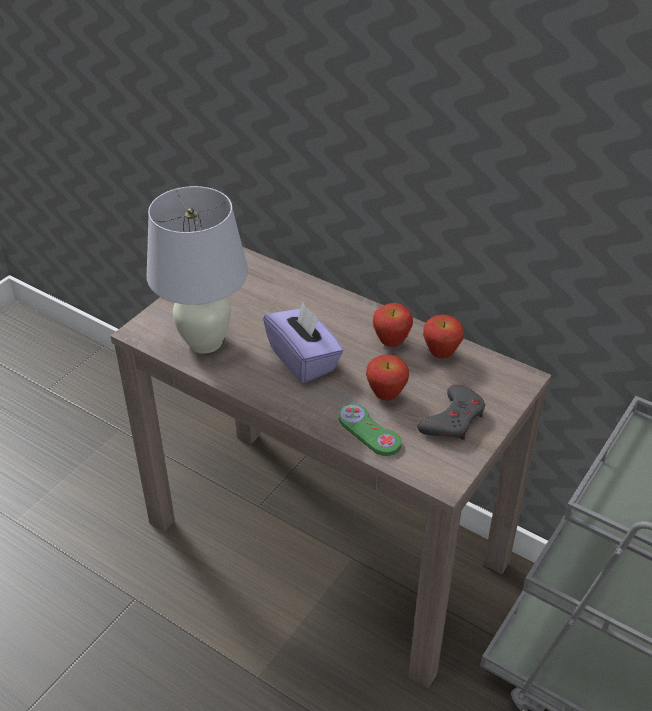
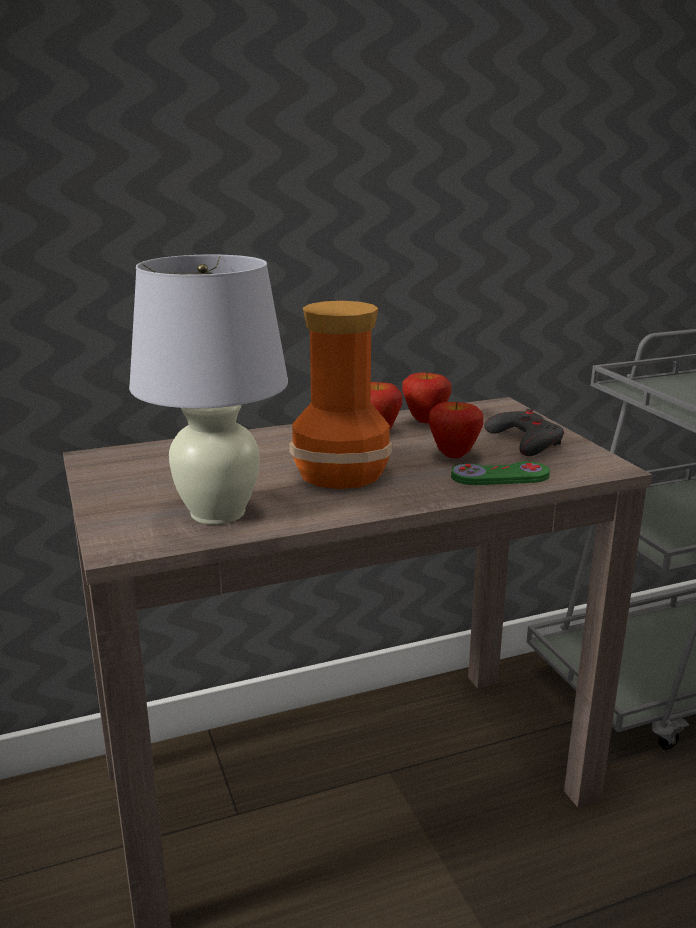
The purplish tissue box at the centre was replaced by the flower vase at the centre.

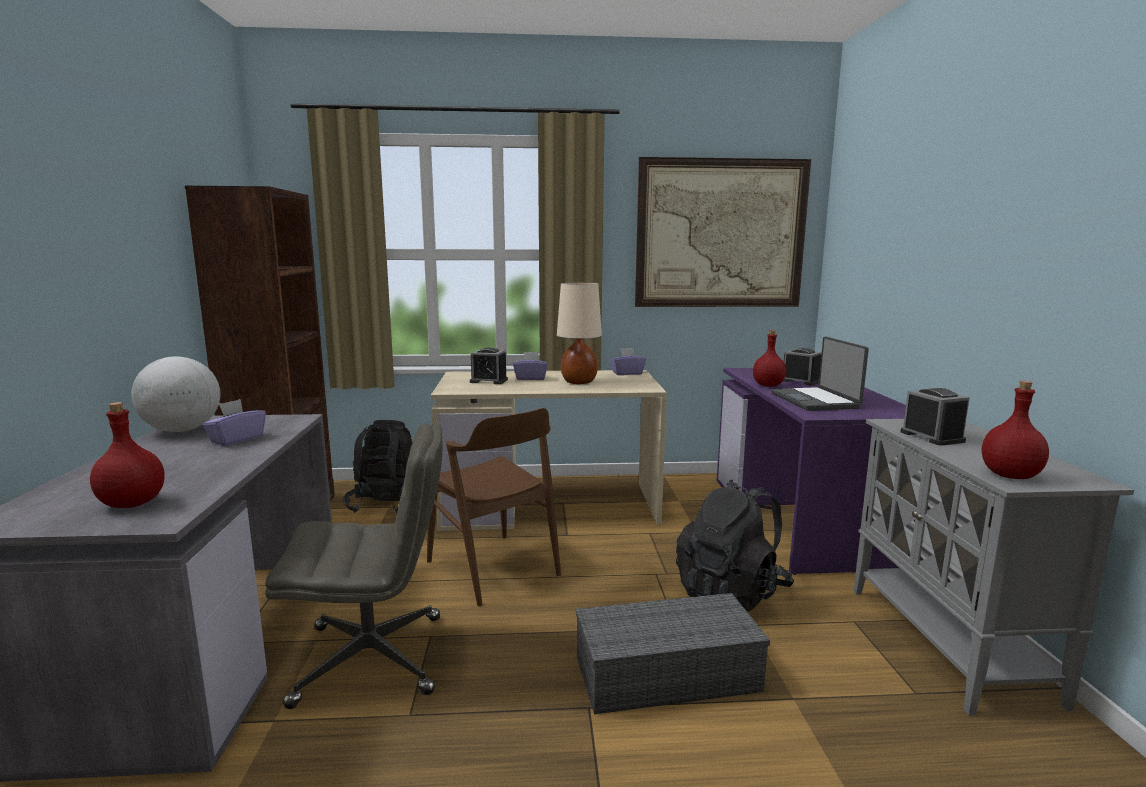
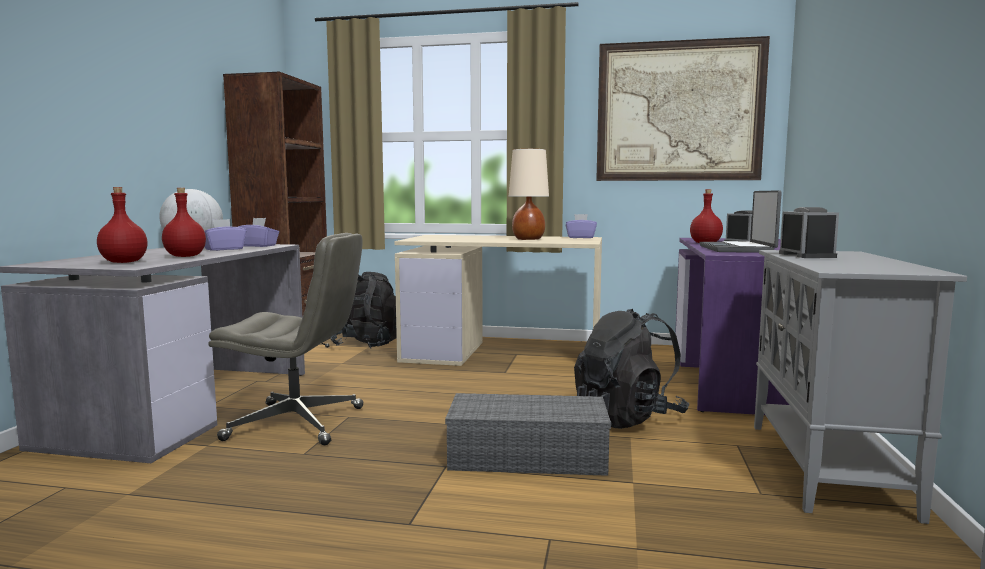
The table clock (no. 1 from left) at the centre disappeared.
The purplish tissue box (no. 2 from left) moved from the centre to the middle left.
The red-coloured drink bottle (no. 3 from left in the first image) moved from the middle right to the middle left.
The brown upright chair at the centre disappeared.

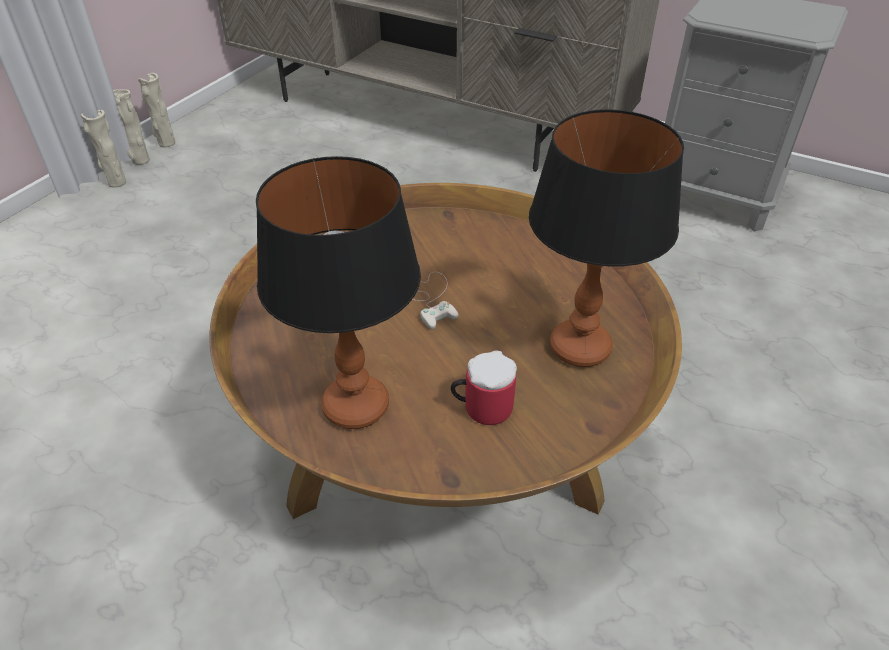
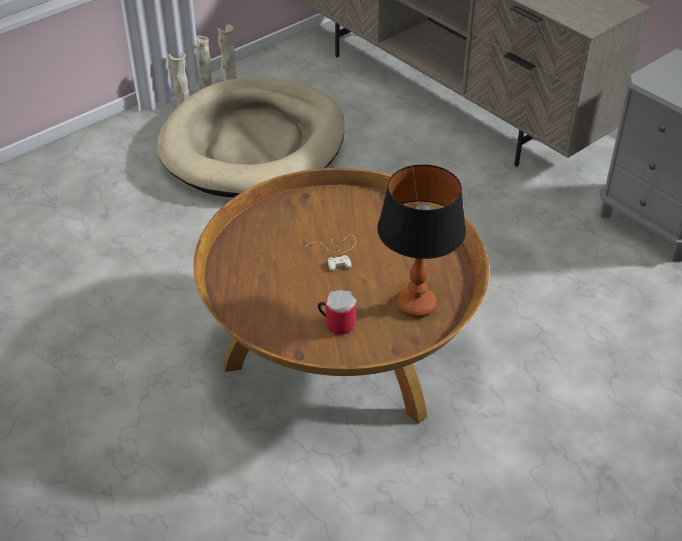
The lamp for a table (no. 1 from left) at the centre disappeared.
The sand-coloured dog bed at the top centre appeared.

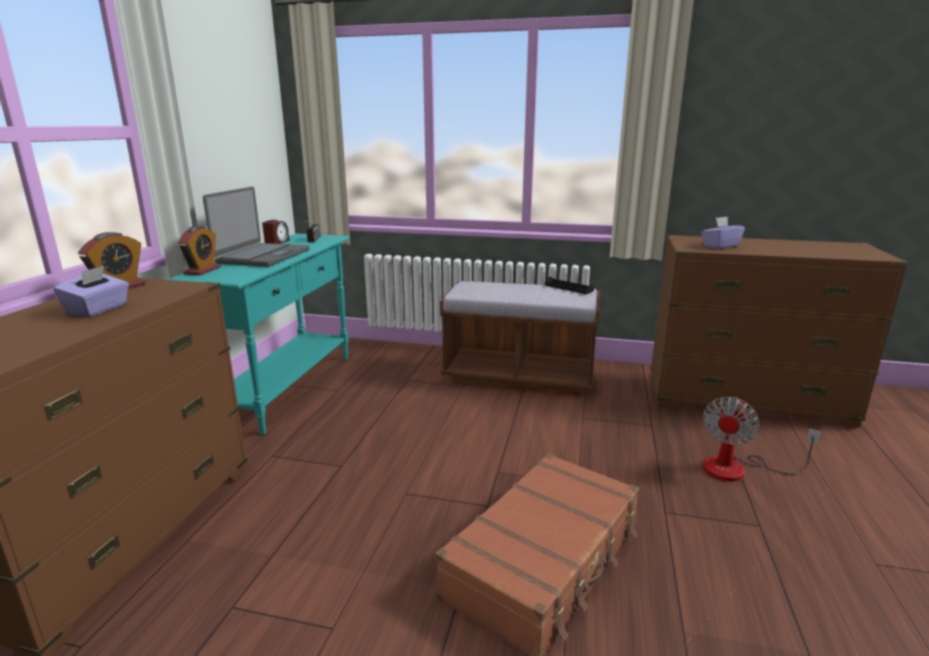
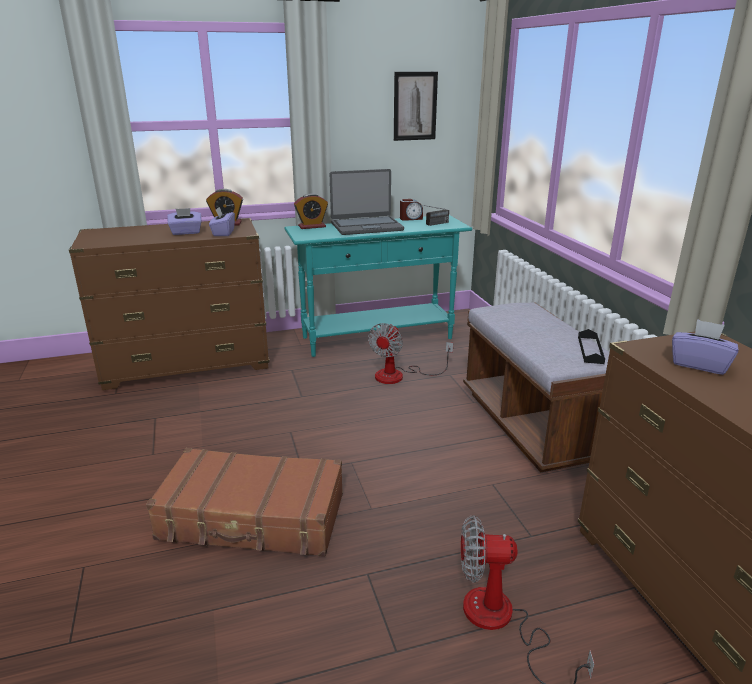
The wall art at the top centre appeared.
The purplish tissue box (no. 2 from left) at the top left appeared.
The electric fan (no. 1 from left) at the centre appeared.

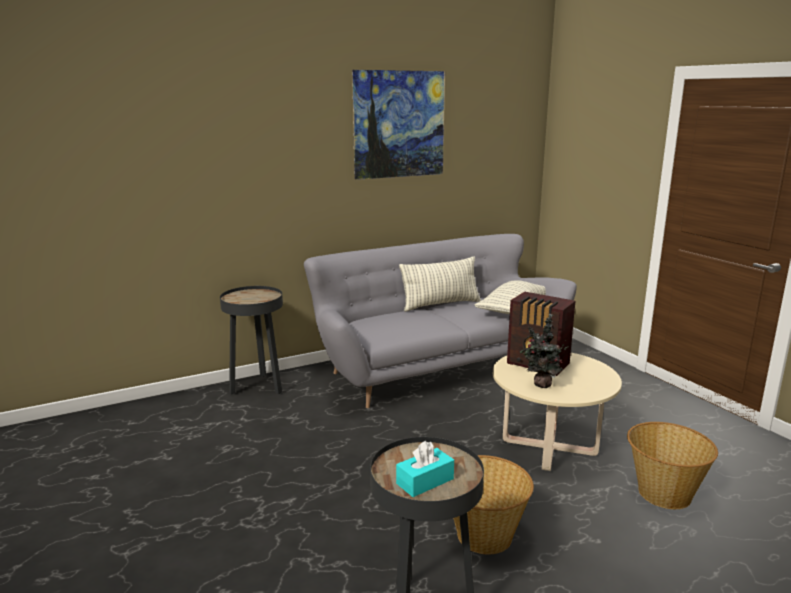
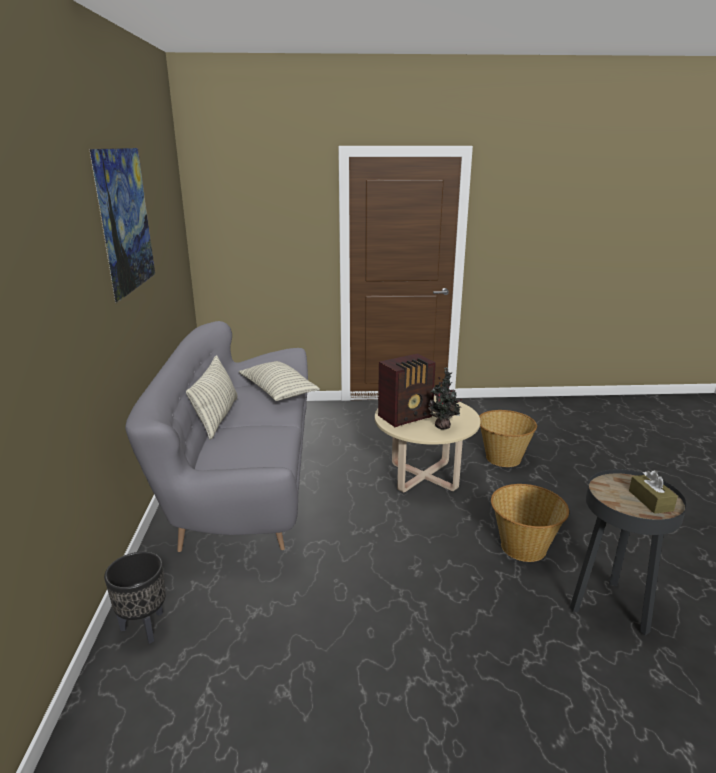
The black-coloured accent table (no. 1 from left) at the middle left was replaced by the black-coloured plant pot at the bottom left.
The turquoise tissue box at the bottom centre became the brown tissue box at the middle right.

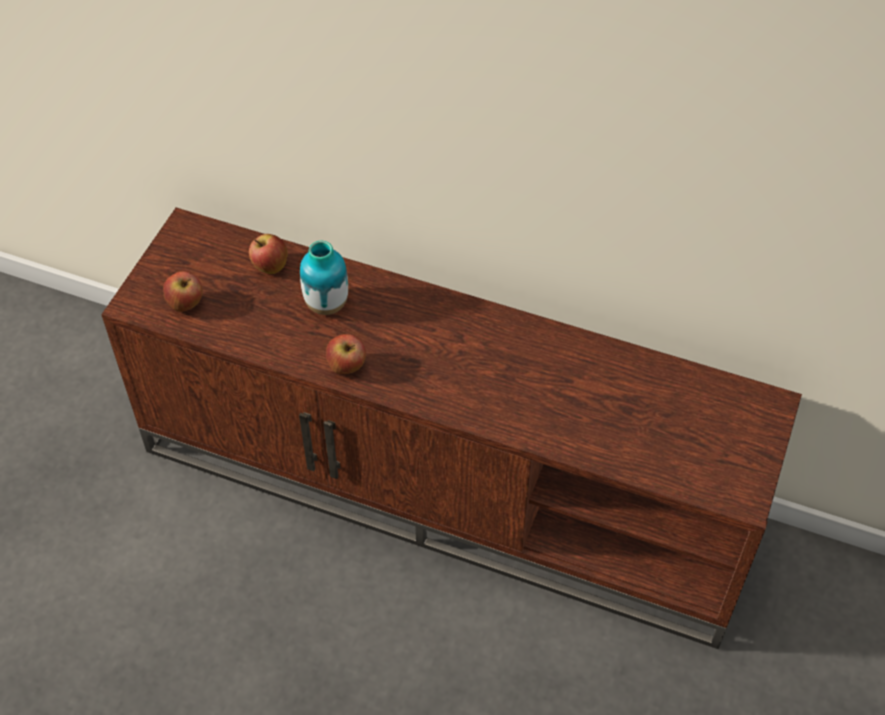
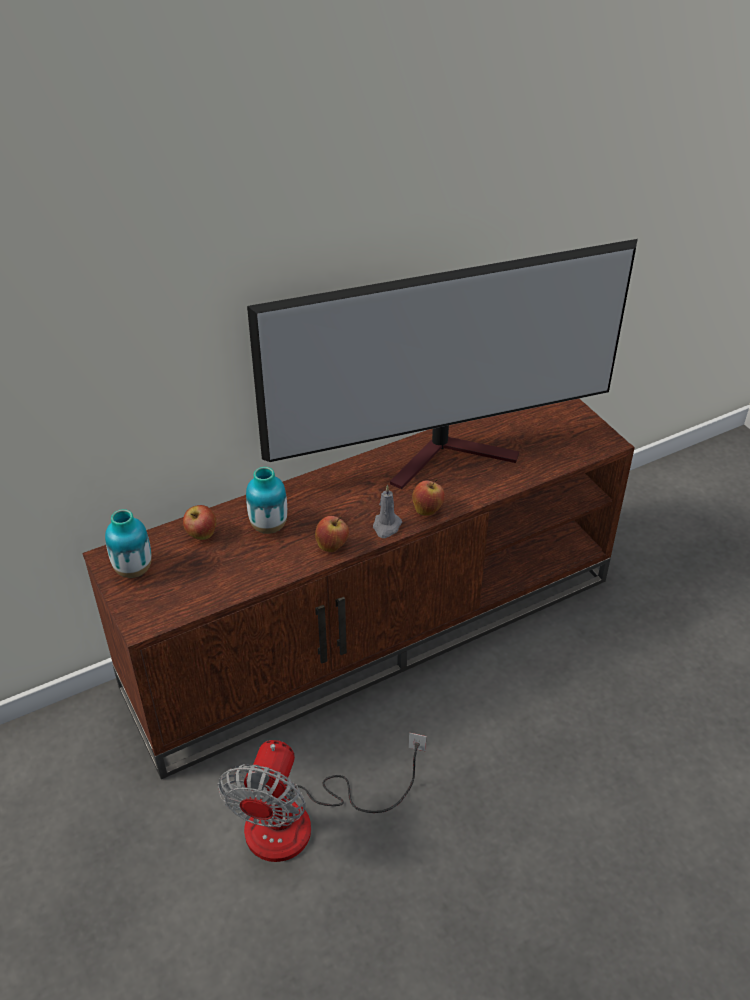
The whole apple (no. 1 from left in the first image) moved from the middle left to the centre.
The TV at the centre appeared.
The greyish candle at the centre appeared.
The flower vase (no. 1 from left) at the middle left appeared.
The electric fan at the bottom centre appeared.

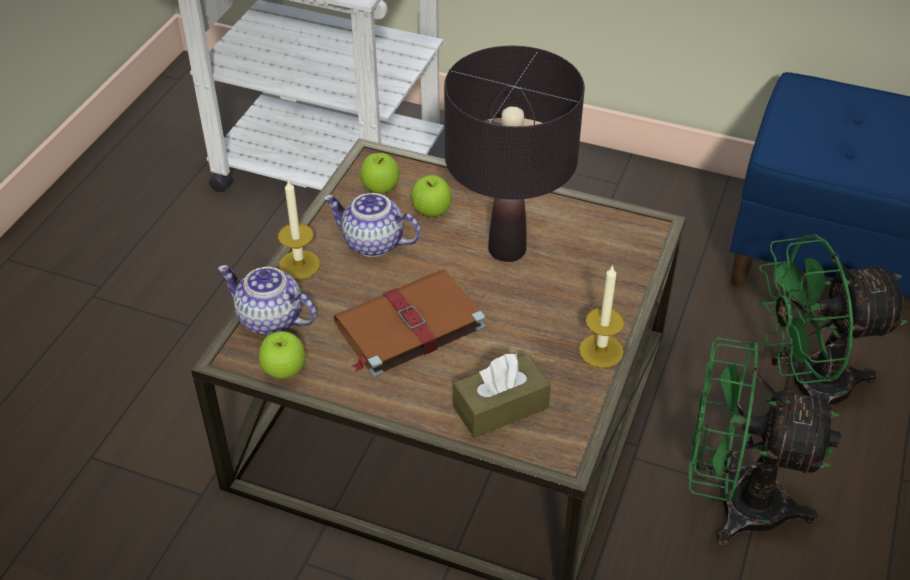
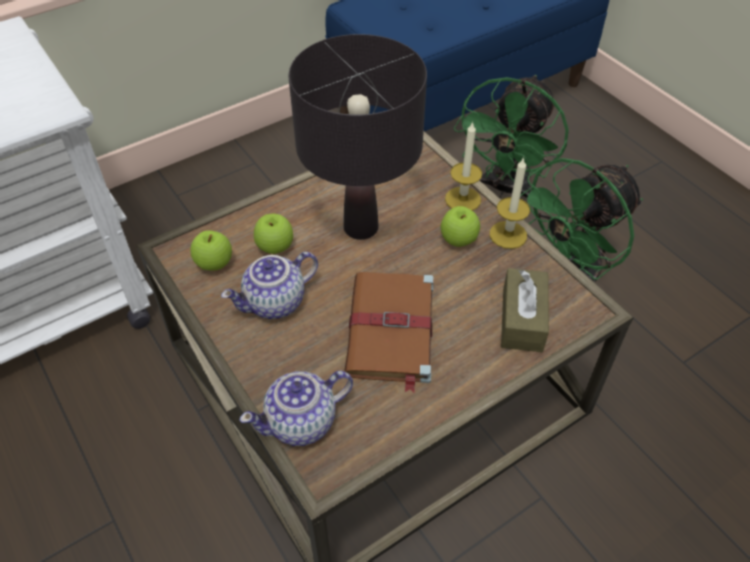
The candle (no. 1 from left) moved from the middle left to the top centre.
The whole apple (no. 1 from left in the first image) moved from the middle left to the centre.

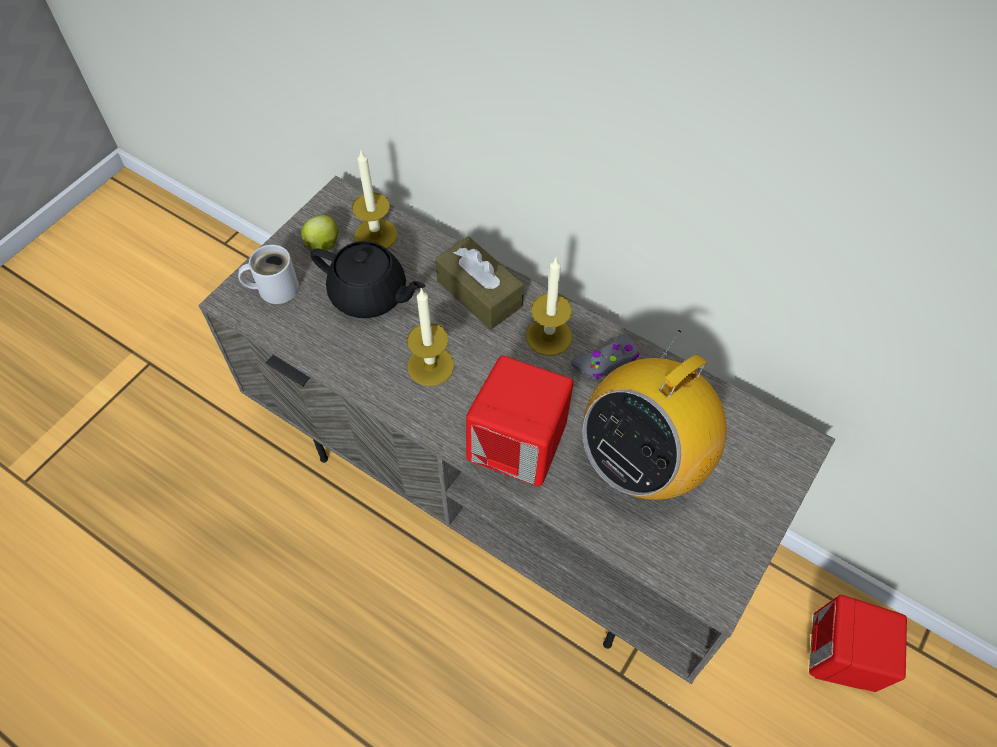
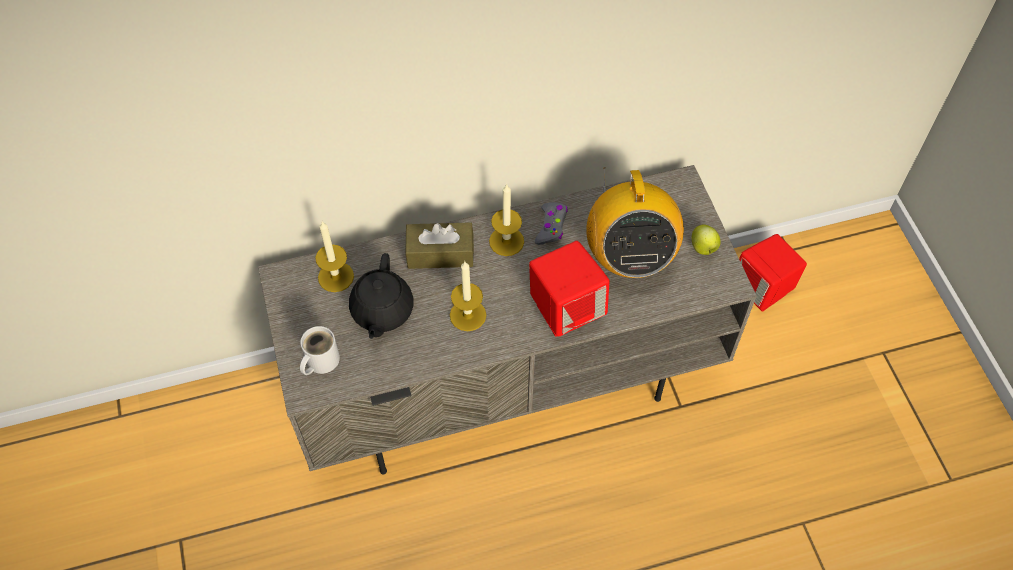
The whole apple moved from the top left to the middle right.
The black-coloured tea pot at the centre turned 120 degrees clockwise.

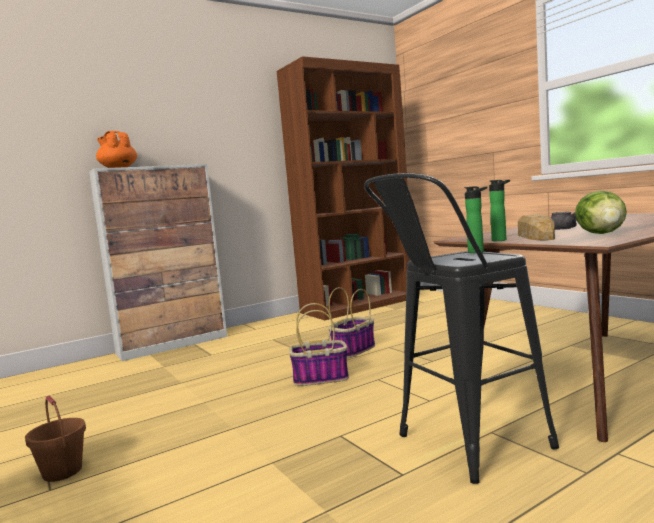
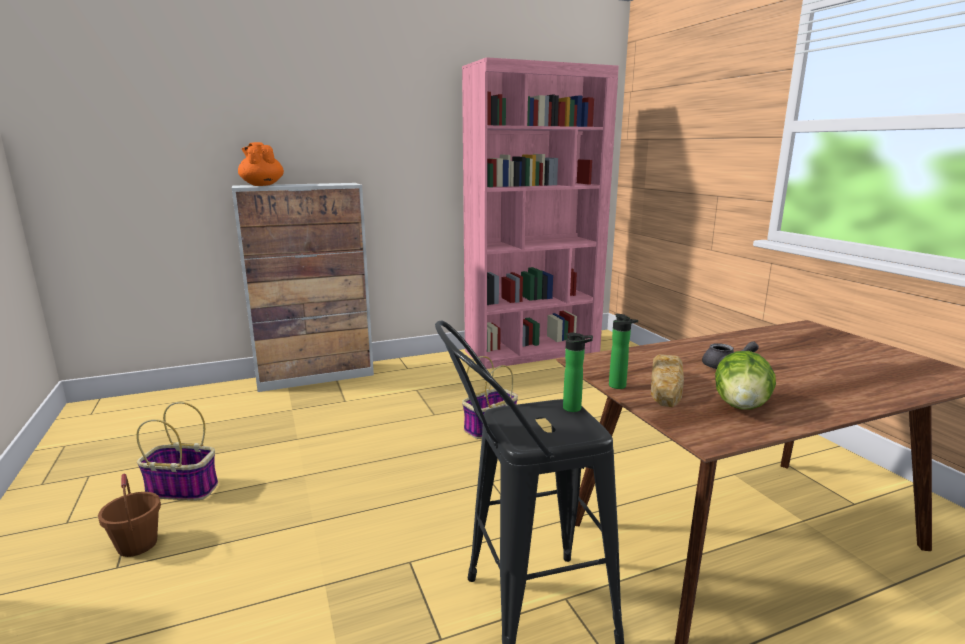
The brown shelving unit at the centre became the pink shelving unit at the top centre.
The storage basket (no. 1 from left) moved from the centre to the bottom left.

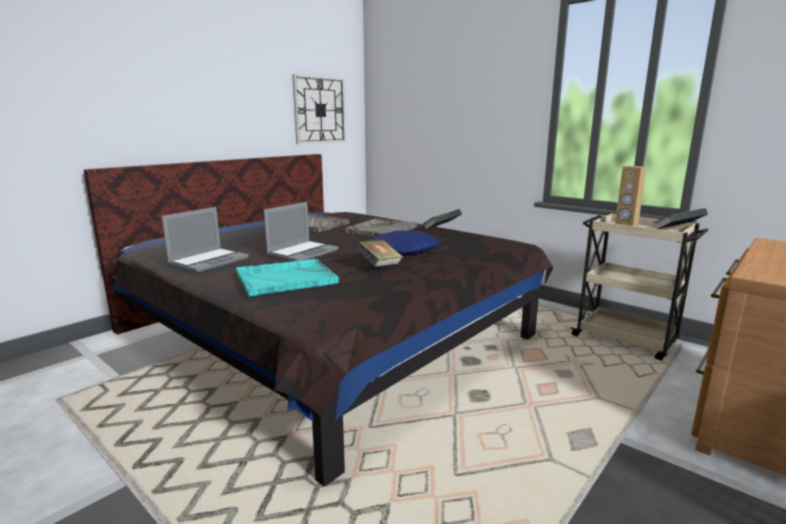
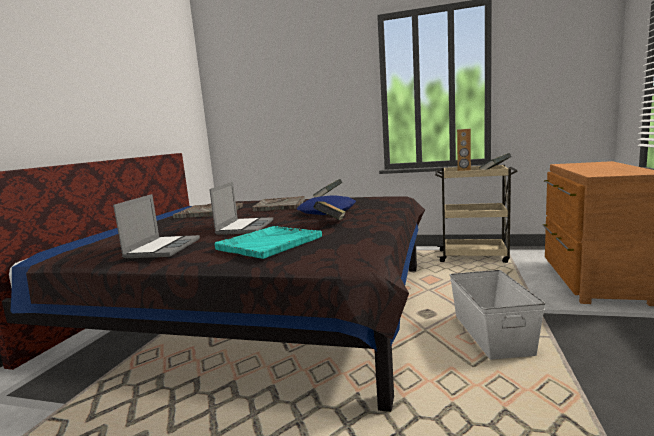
The wall clock at the top centre disappeared.
The white storage bin at the bottom right appeared.

